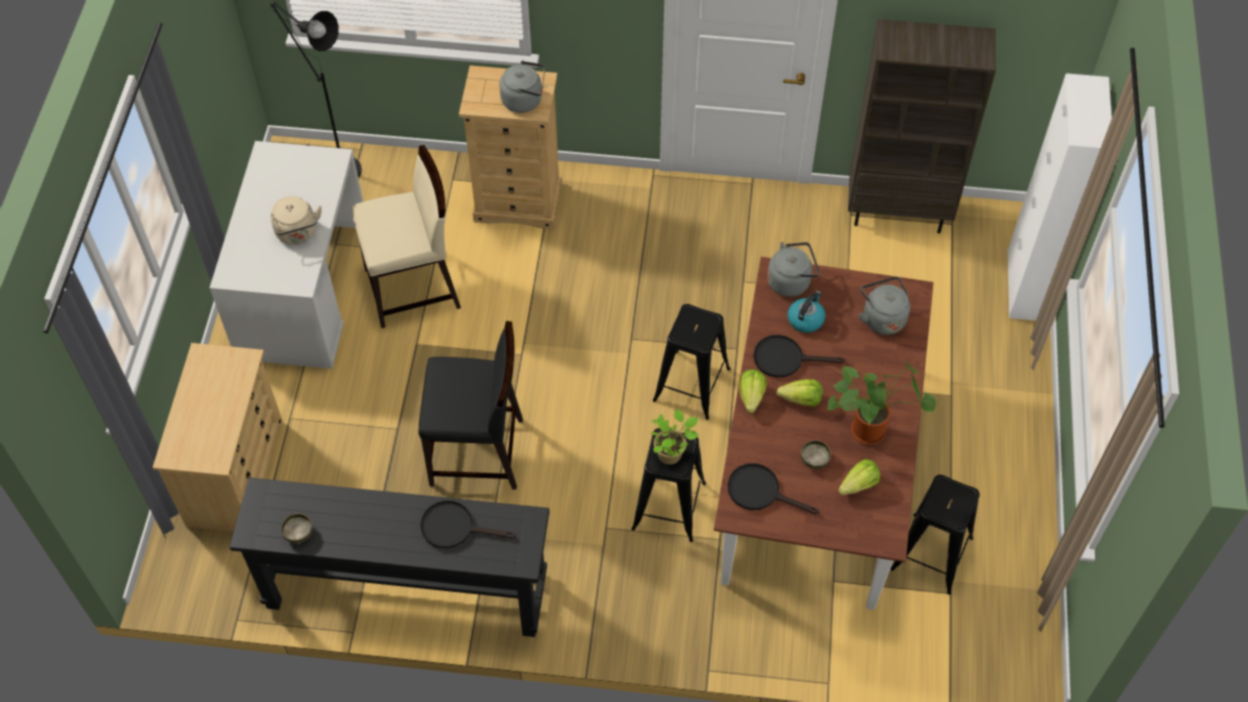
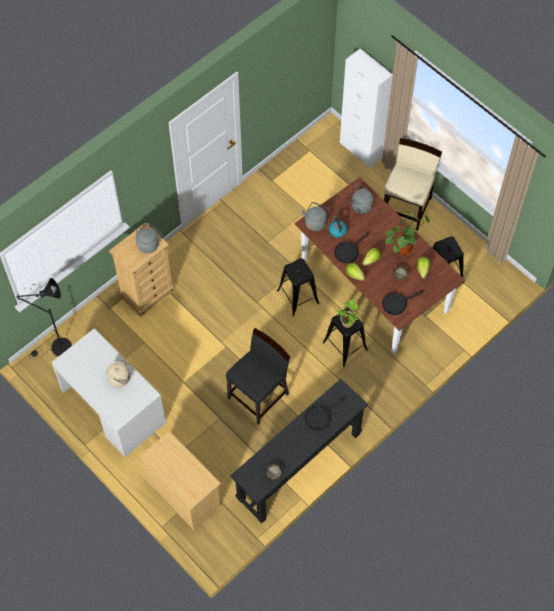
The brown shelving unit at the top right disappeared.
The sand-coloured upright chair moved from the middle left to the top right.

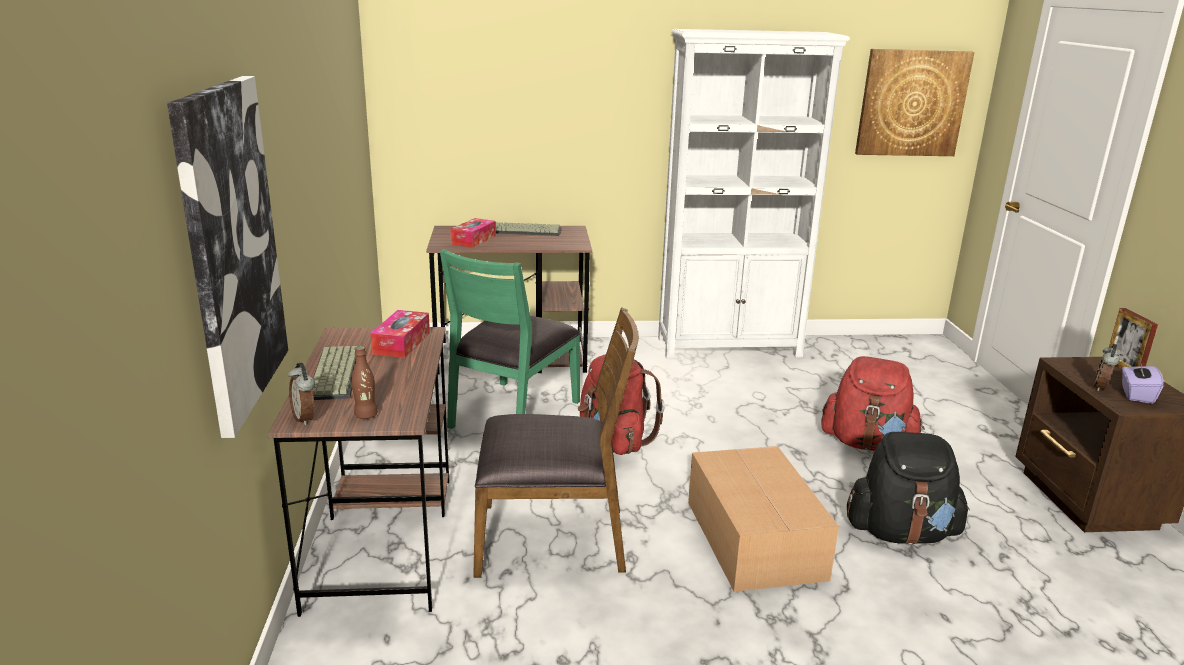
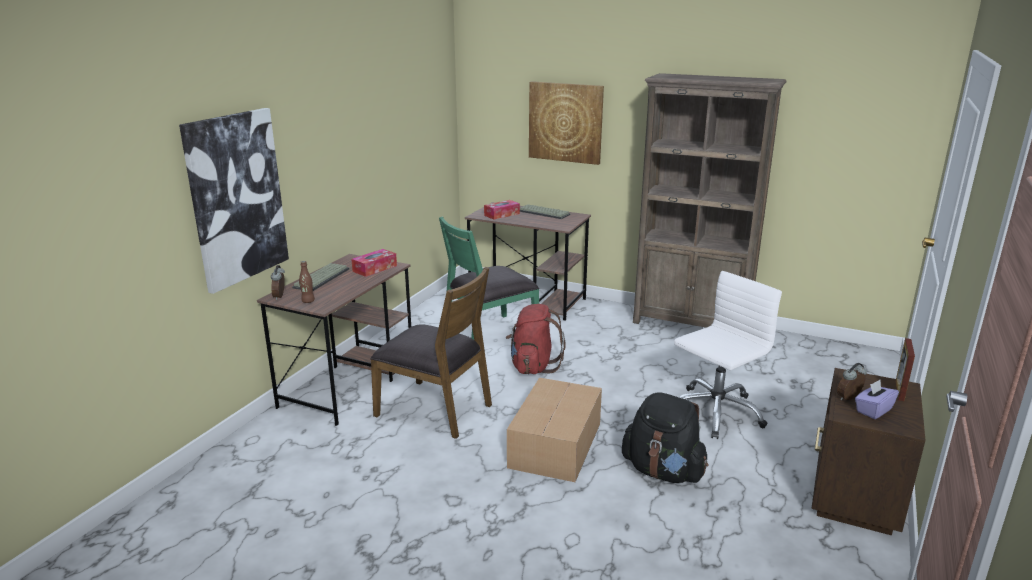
The white shelving unit at the top centre became the brown shelving unit at the middle right.
The wall art (no. 2 from left) moved from the top right to the top centre.
The red-coloured rucksack (no. 2 from left) at the middle right was replaced by the white computer chair at the middle right.

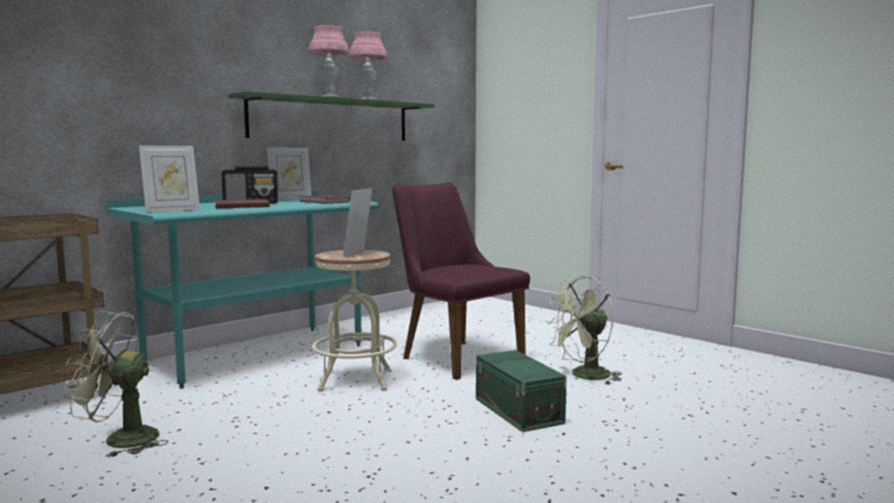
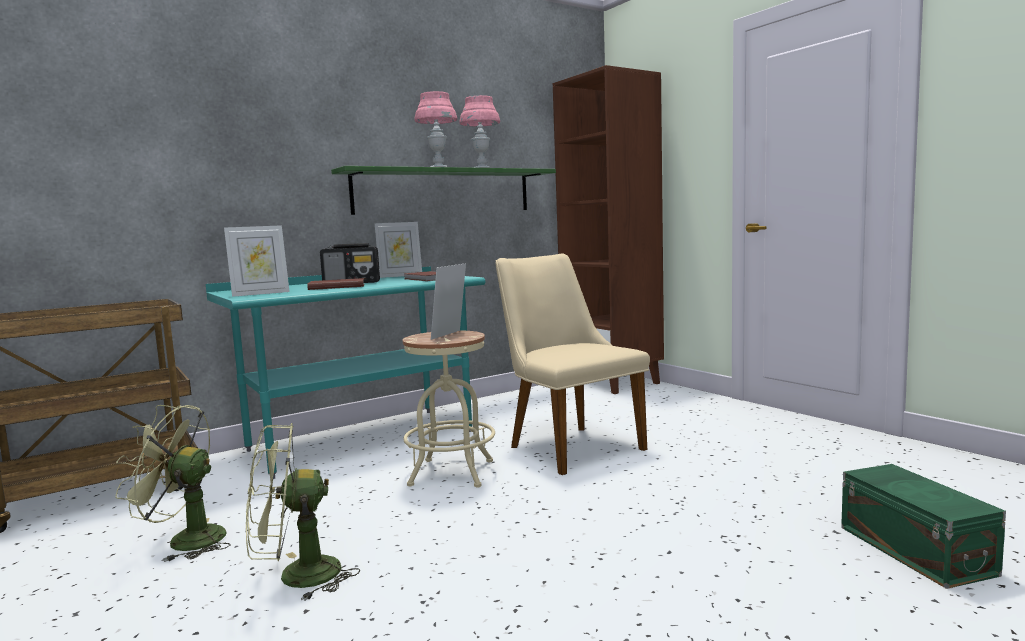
The purplish upright chair at the centre became the sand-coloured upright chair at the centre.
The green electric fan (no. 2 from left) moved from the centre to the bottom left.
The green storage bin moved from the bottom centre to the bottom right.
The brown shelving unit at the centre appeared.

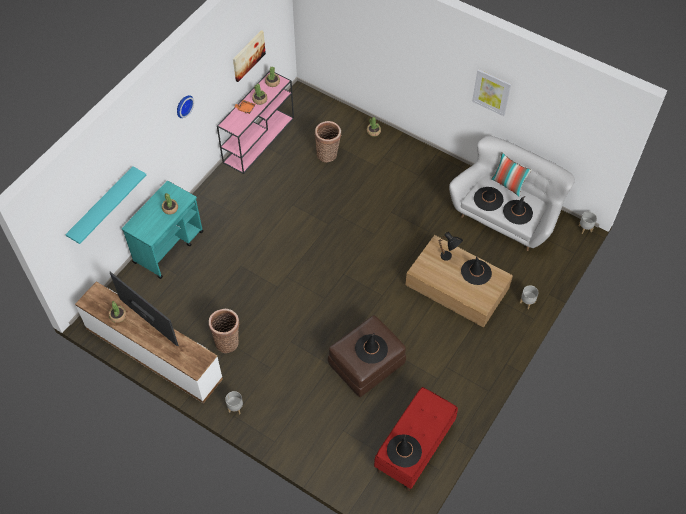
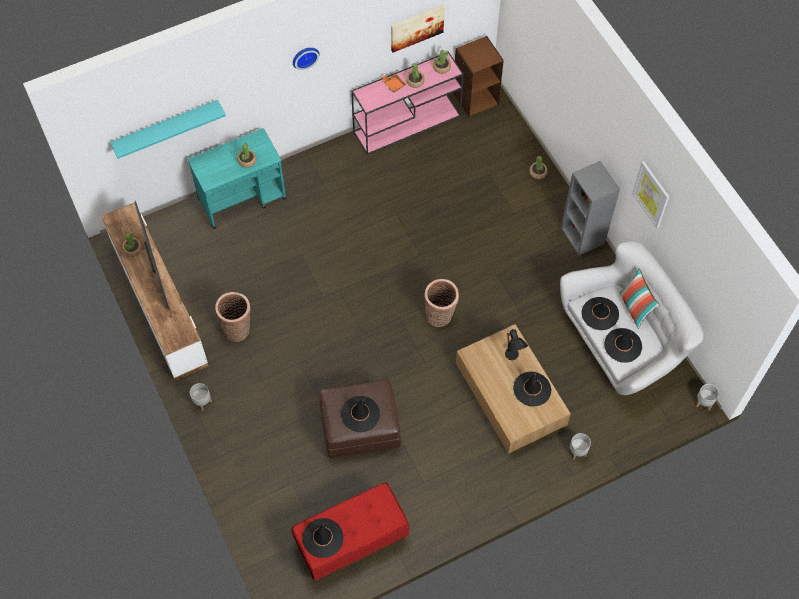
The storage basket (no. 2 from left) moved from the top centre to the centre.
The brown shelving unit at the top centre appeared.
The greyish shelving unit at the middle right appeared.

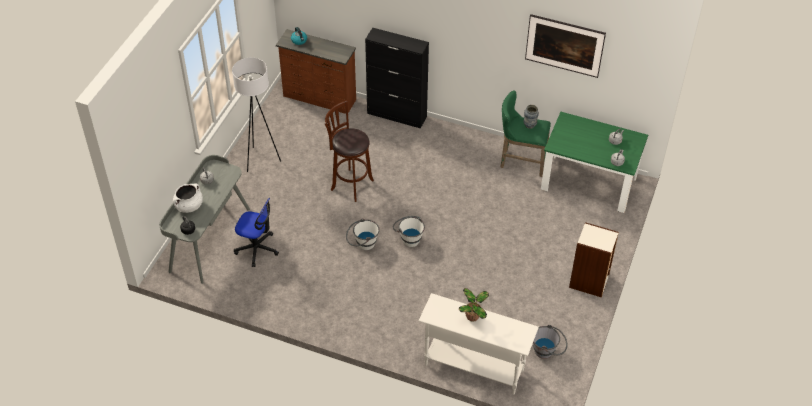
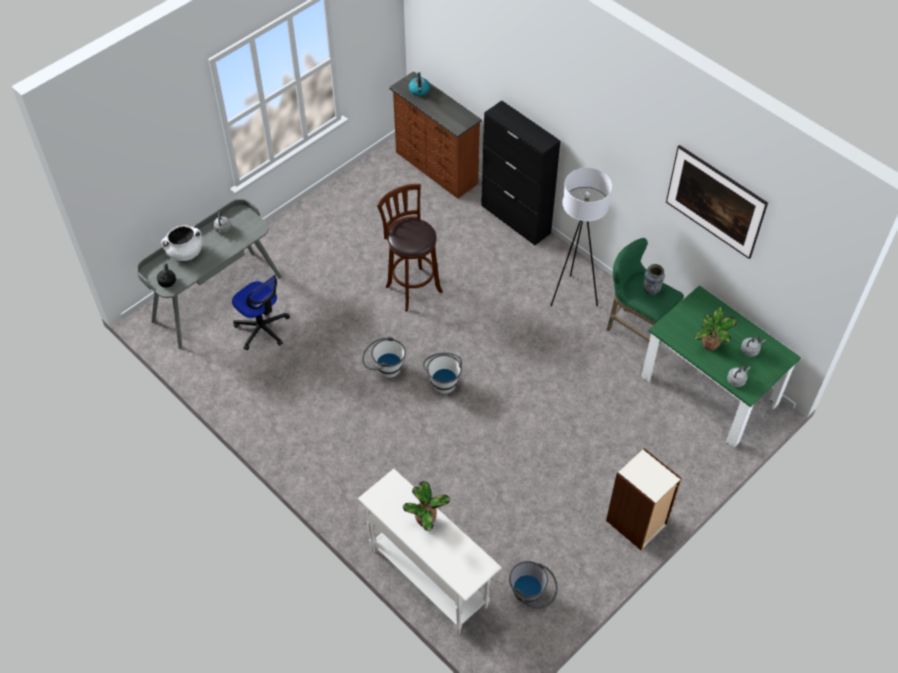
The white standing lamp moved from the top left to the centre.
The houseplant (no. 2 from left) at the middle right appeared.

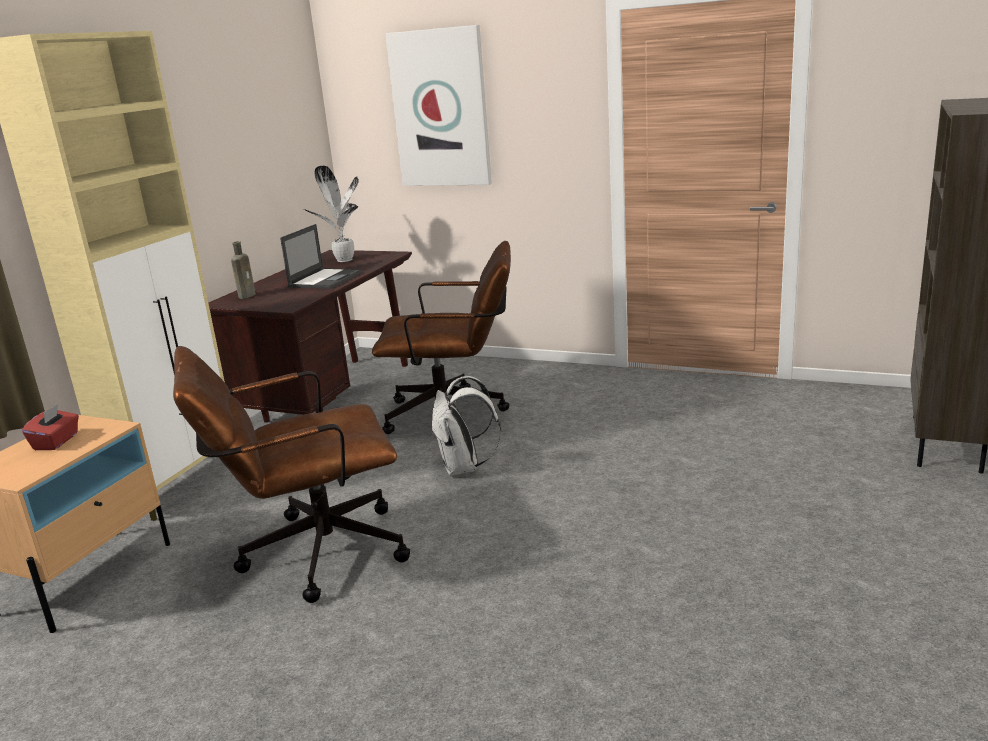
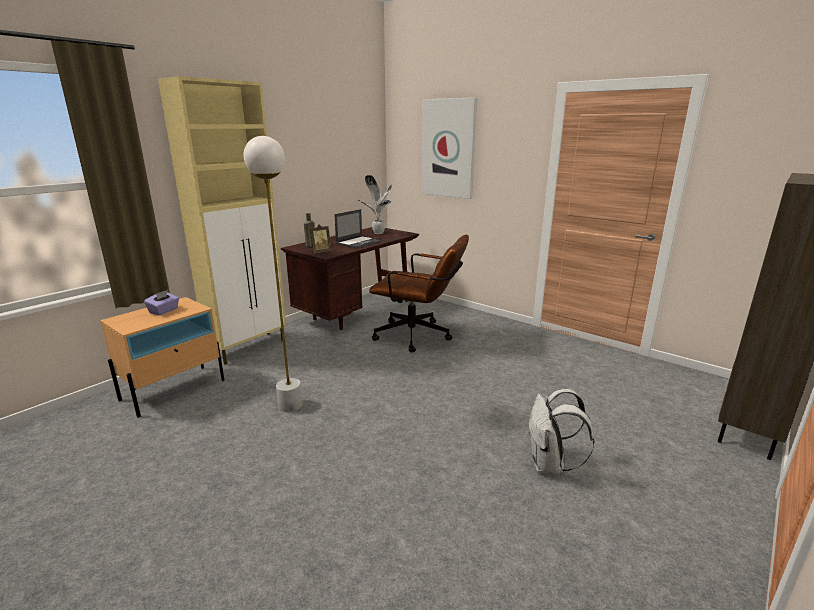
The brown computer chair (no. 1 from left) at the middle left was replaced by the white standing lamp at the centre.
The white rucksack moved from the centre to the bottom right.
The red-coloured tissue box at the middle left became the purplish tissue box at the middle left.
The standing frame at the centre appeared.

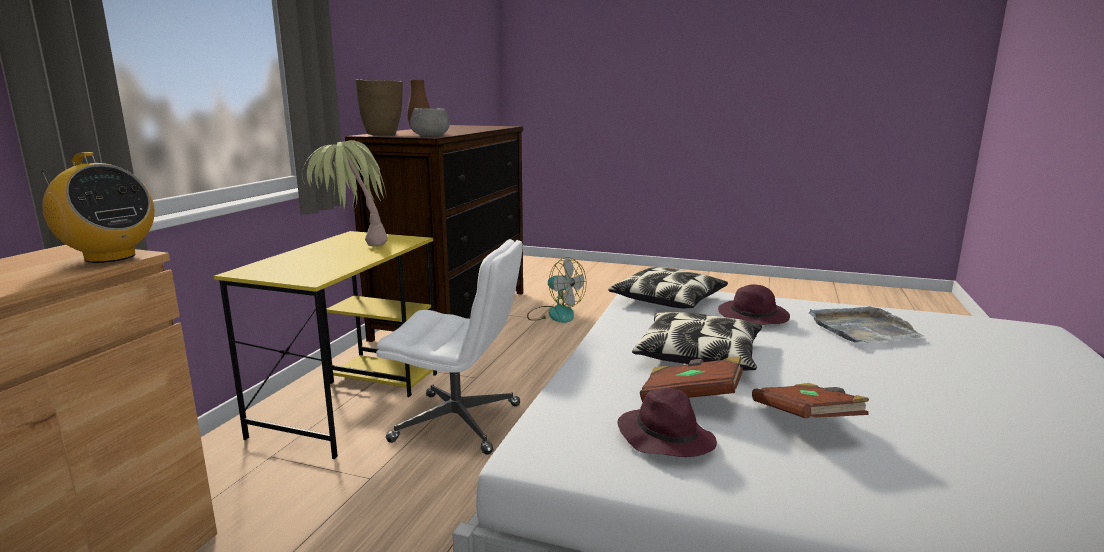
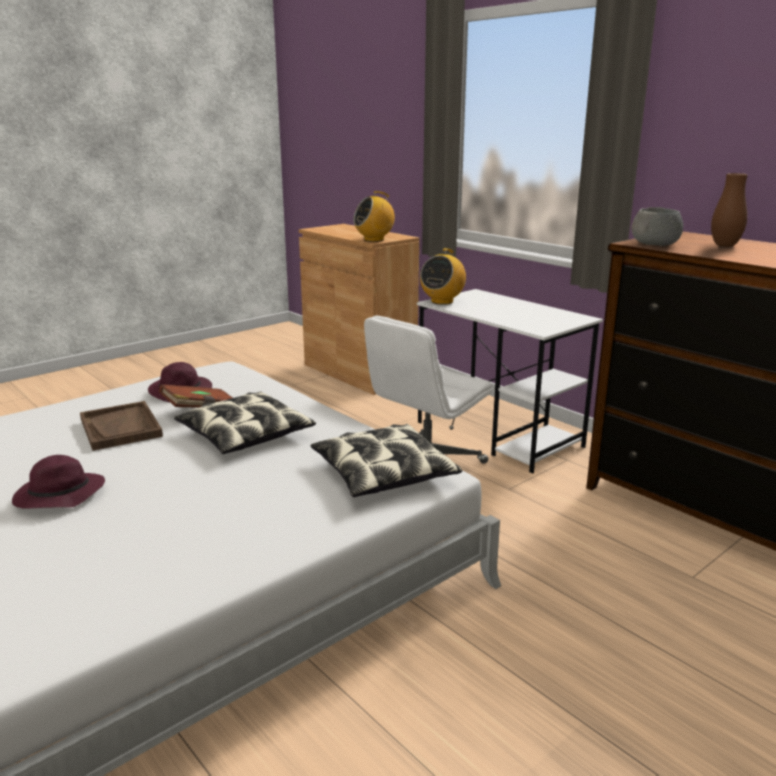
The brown flower vase (no. 1 from left) at the top centre disappeared.
The houseplant at the middle left disappeared.
The yellowish desk unit at the middle left became the white desk unit at the centre.
The electric fan at the centre disappeared.
The purplish wearable hat (no. 2 from left in the first image) moved from the middle right to the middle left.
The greyish carrying tray at the middle right disappeared.
The brown volume (no. 2 from left) at the bottom right was replaced by the brown carrying tray at the middle left.
The radio set (no. 2 from left) at the centre appeared.

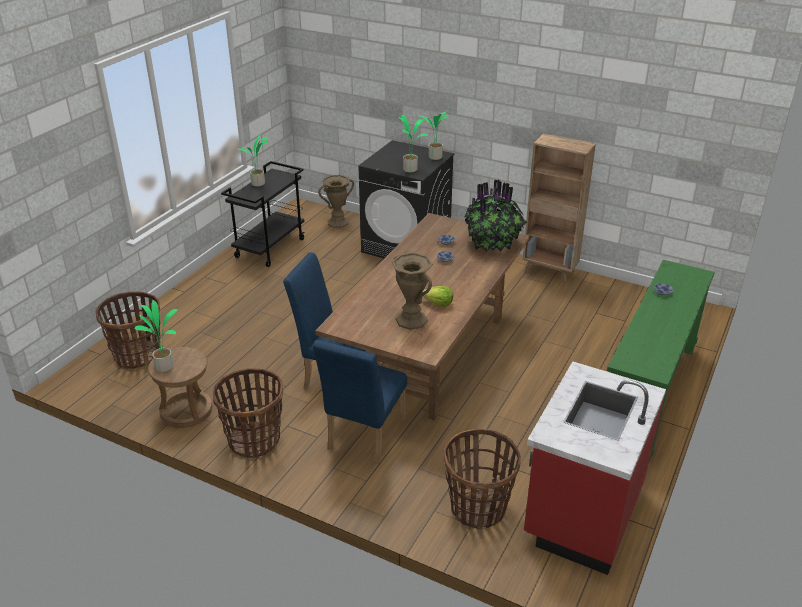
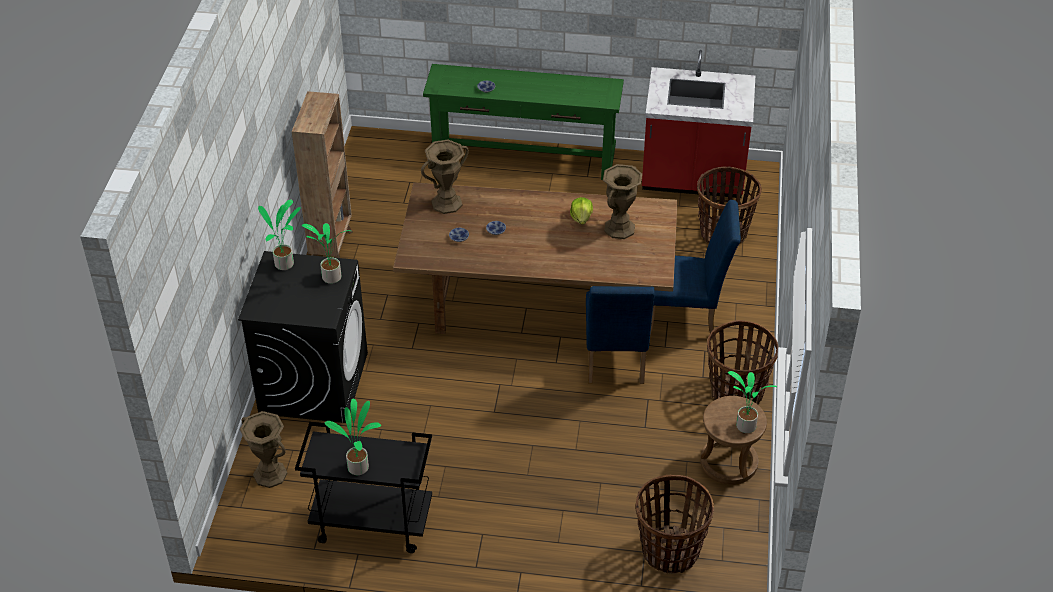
The houseplant (no. 5 from left) at the centre was replaced by the brown flower vase (no. 2 from left) at the top centre.

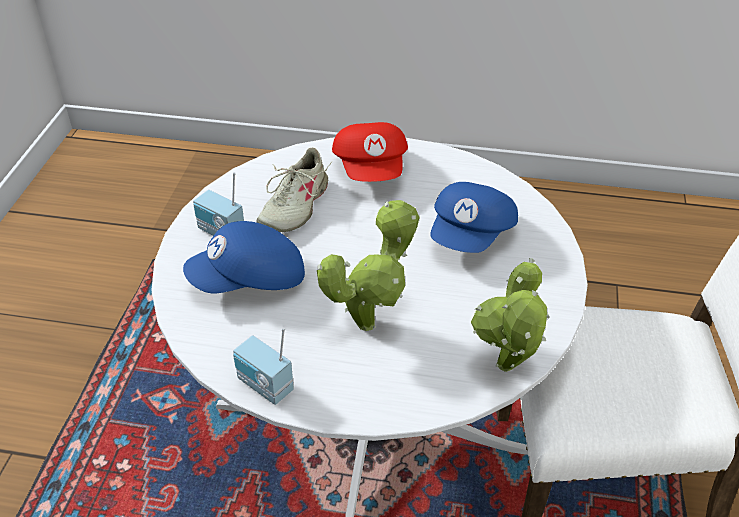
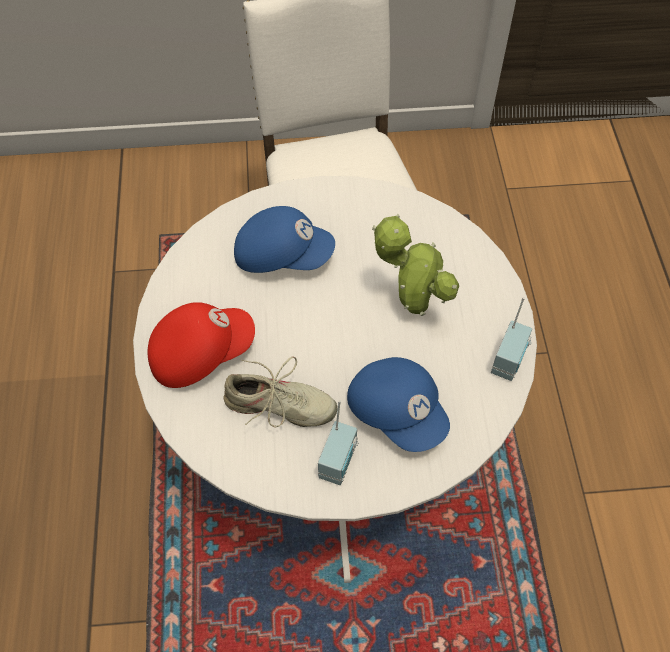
The houseplant (no. 2 from left) at the middle right disappeared.

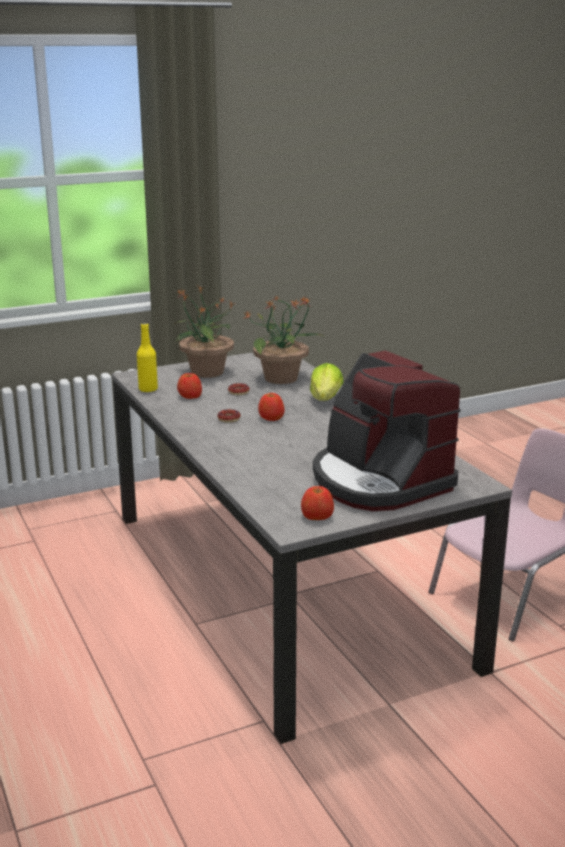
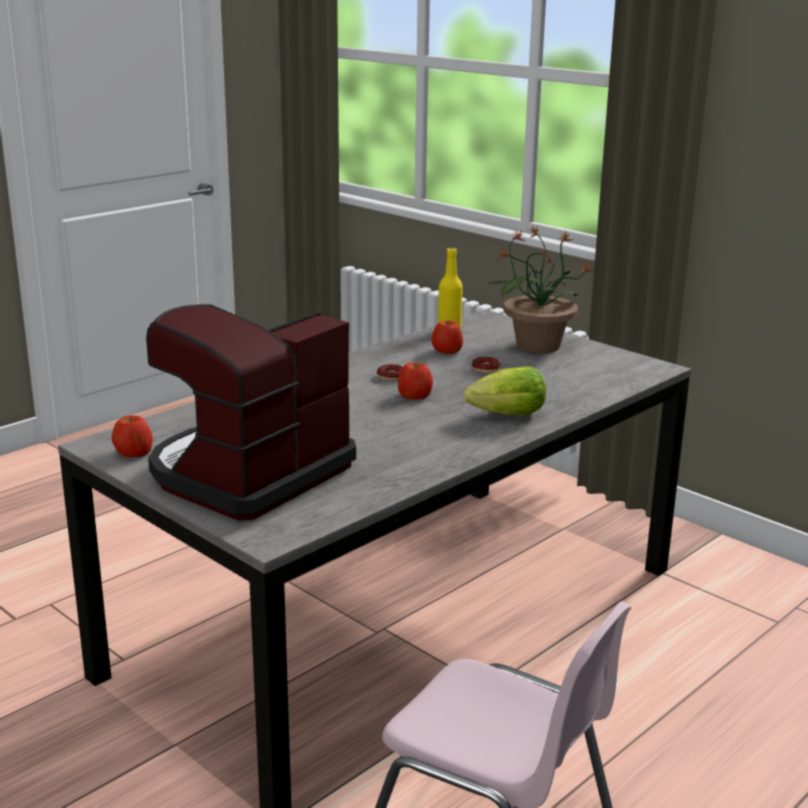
The houseplant (no. 2 from left) at the centre disappeared.

